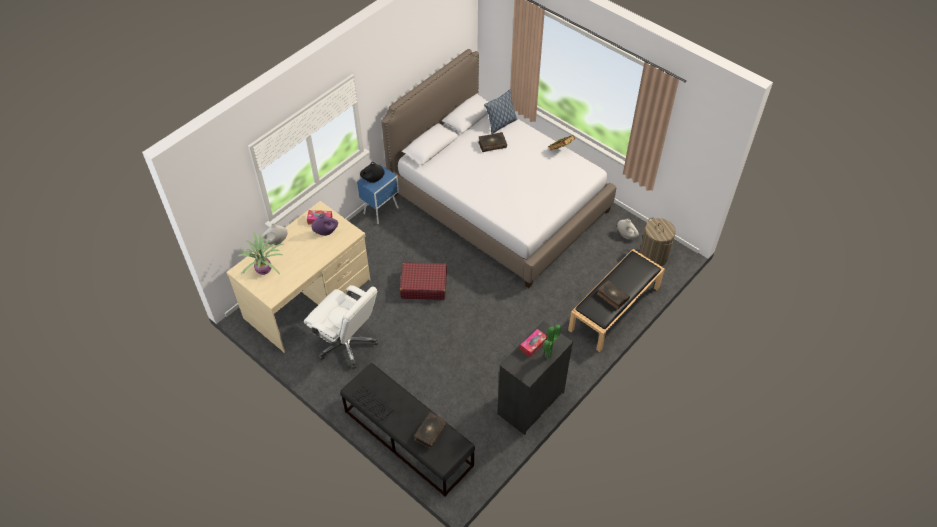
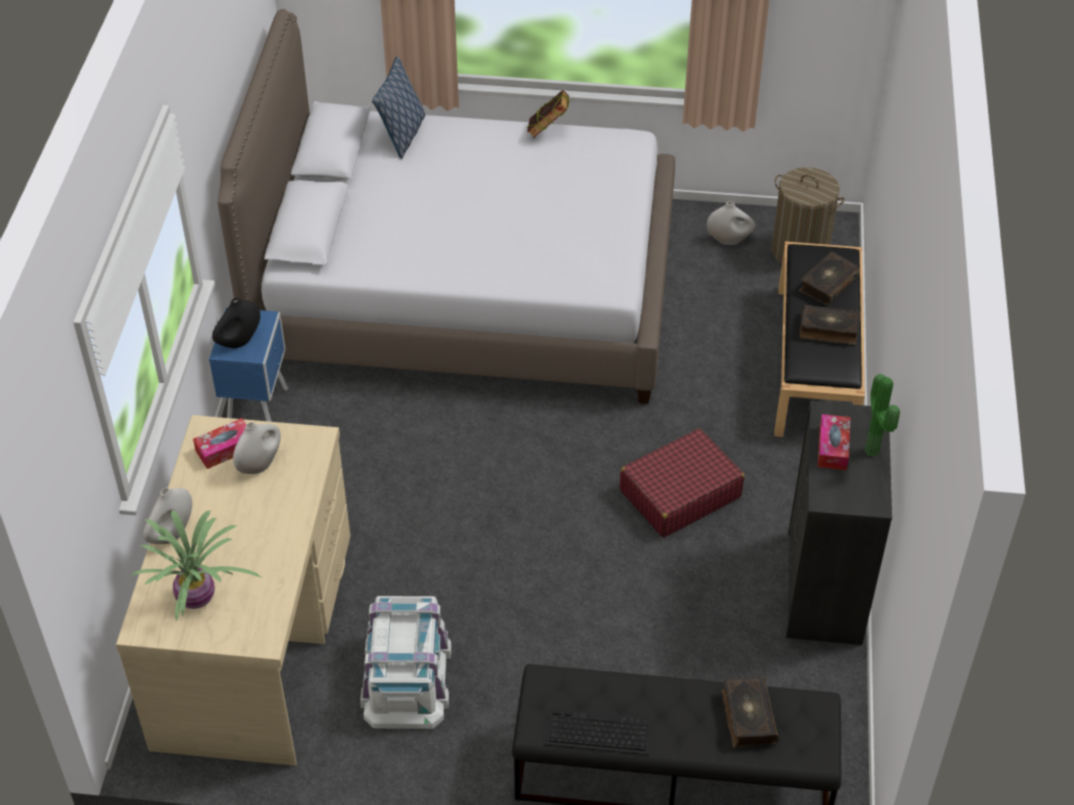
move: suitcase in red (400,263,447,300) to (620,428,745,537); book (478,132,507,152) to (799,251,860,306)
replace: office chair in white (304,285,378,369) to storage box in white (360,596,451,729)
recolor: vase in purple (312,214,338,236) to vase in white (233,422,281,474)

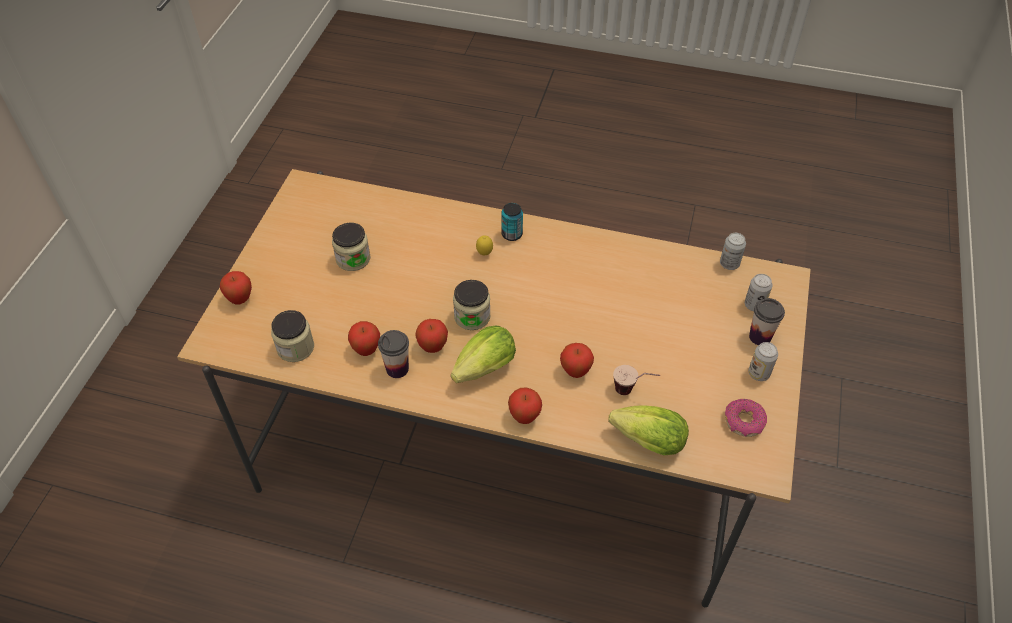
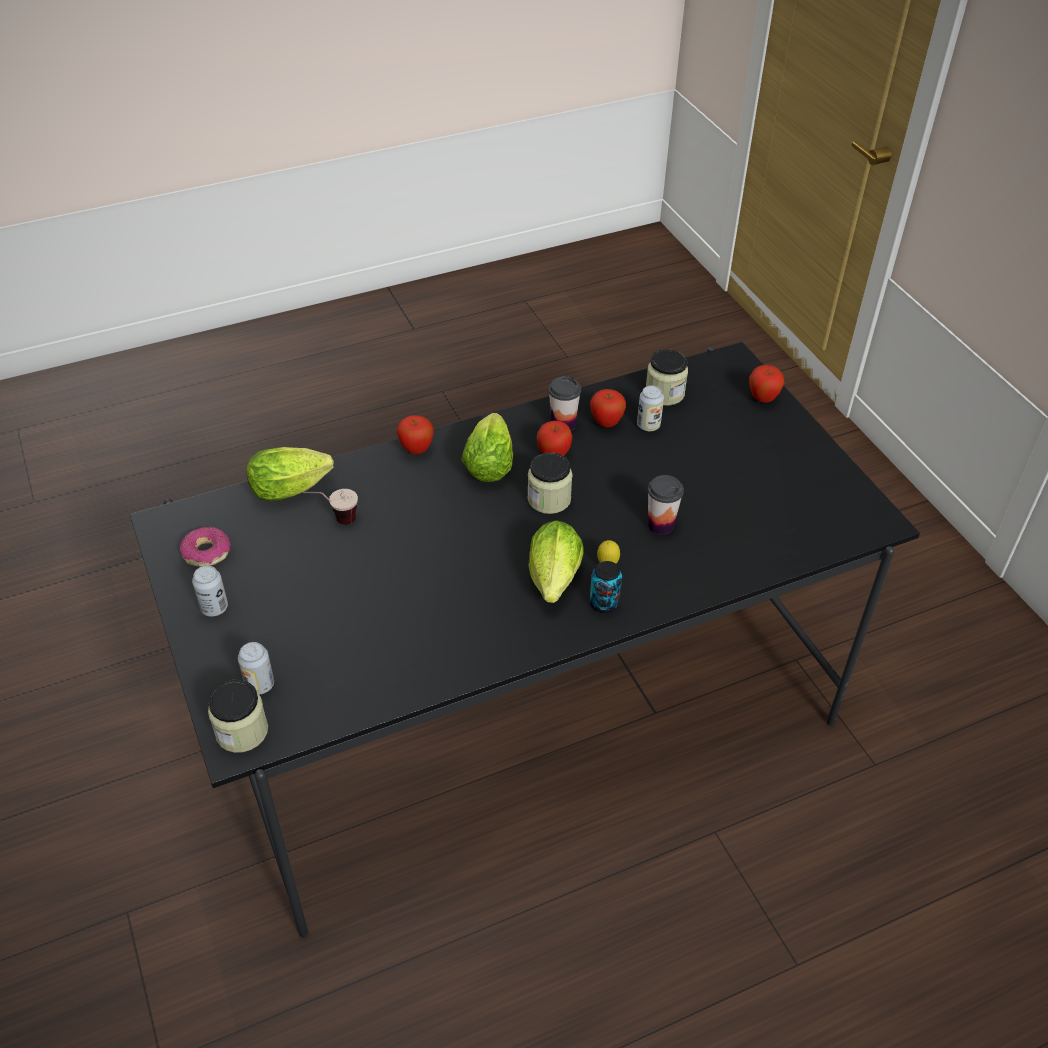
delete: apple (560,343,594,378)
insert: lettuce (529,520,584,603)
move: jar (332,223,370,271) to (208,680,268,753); can (720,233,746,270) to (637,386,664,431); cup (749,298,785,345) to (648,475,684,535)
recolor: dining table in beige (177,169,811,608) to dining table in black (130,342,920,938)

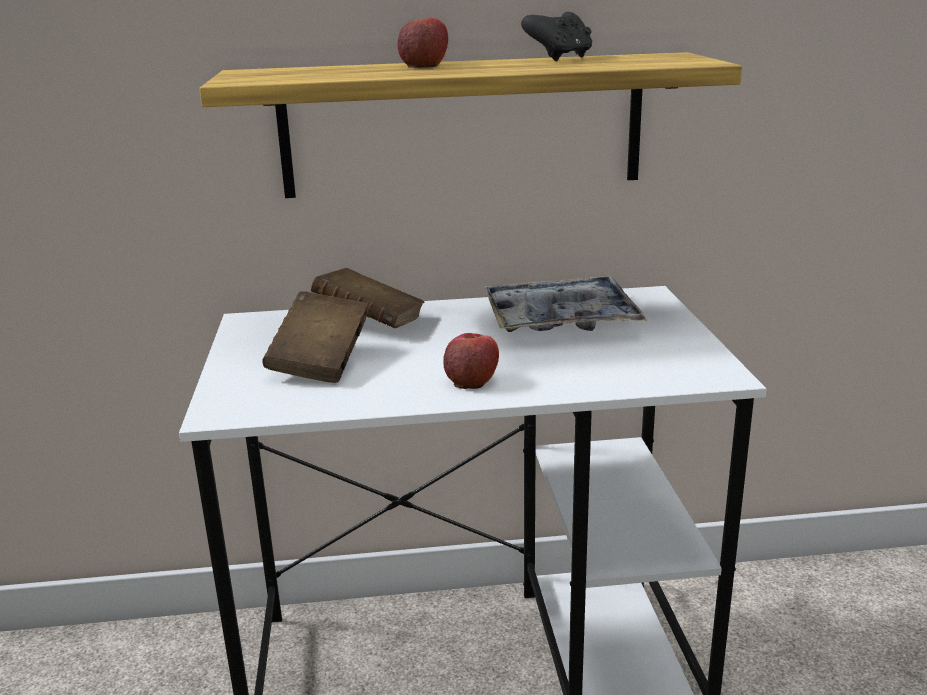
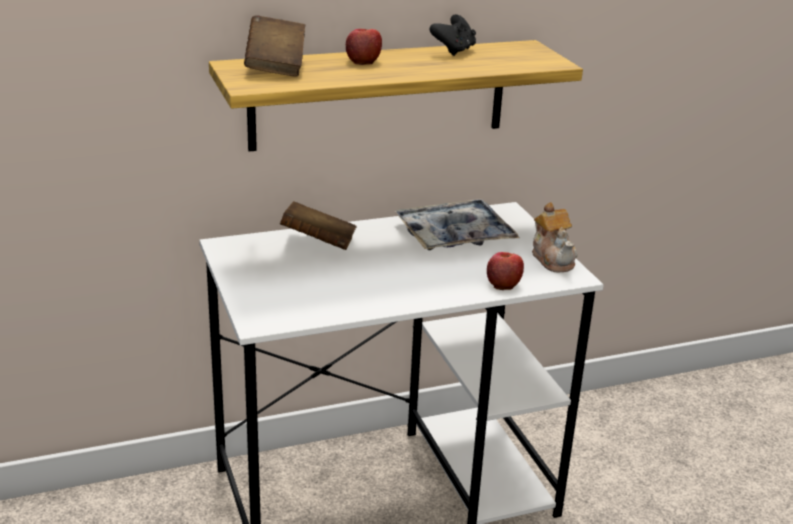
insert: teapot (532,202,577,272)
move: book in brown (262,291,368,383) to (244,15,305,77); apple (443,333,499,389) to (487,252,524,290)

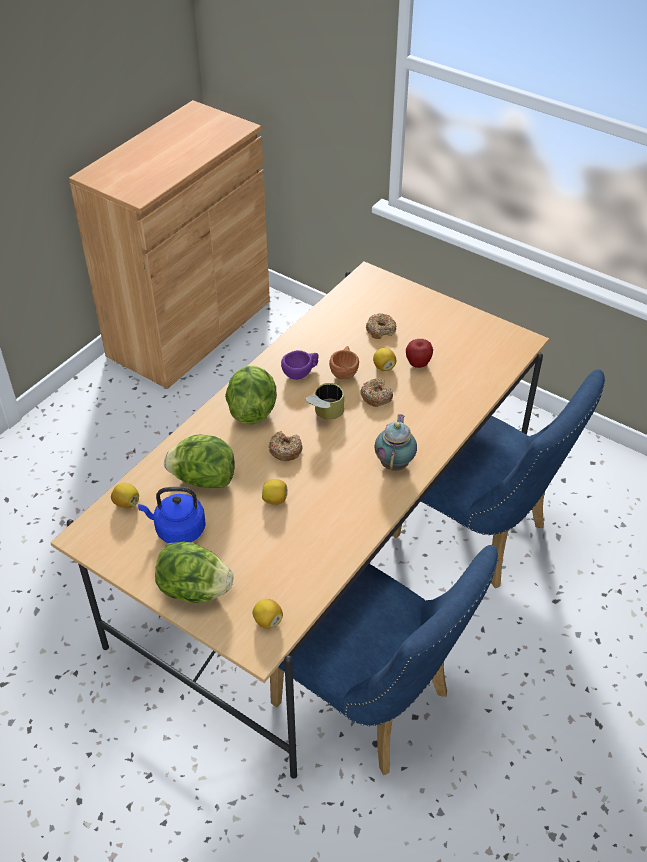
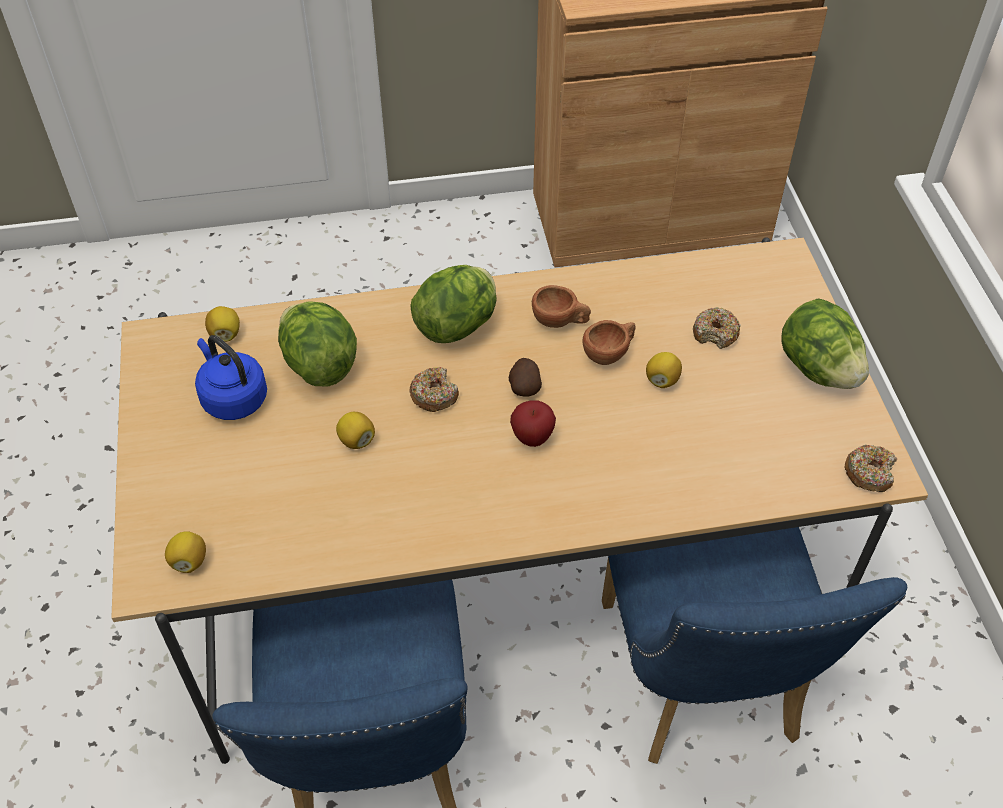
delete: teapot (375,414,417,471)
move: apple (406,339,433,368) to (510,400,556,447); lettuce (155,542,234,603) to (781,298,869,389); donut (361,378,393,407) to (844,444,897,492)
replace: can (306,383,345,419) to potato (509,358,542,396)
recolor: cup in purple (281,350,319,380) to cup in brown (532,285,591,328)

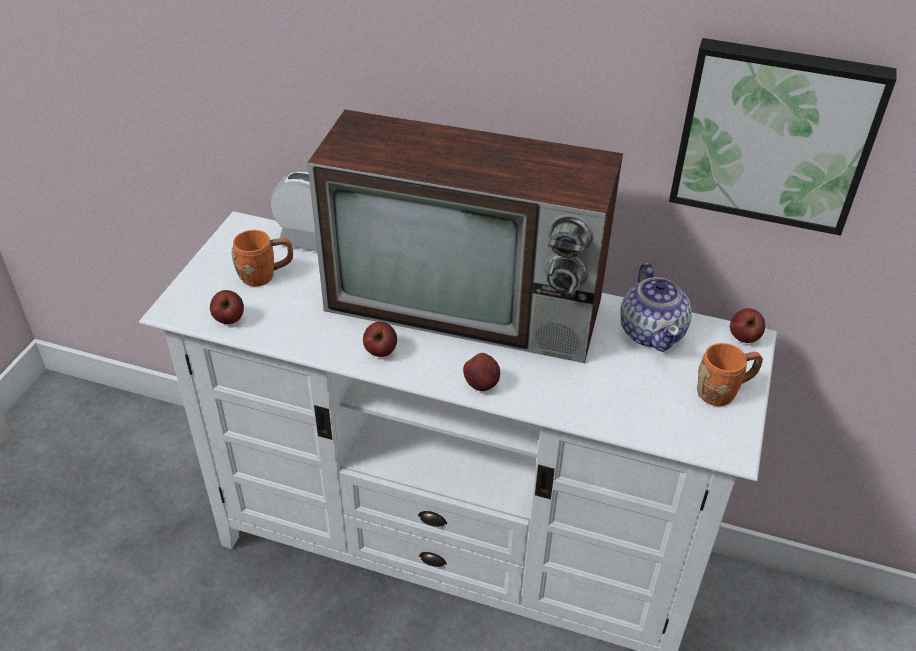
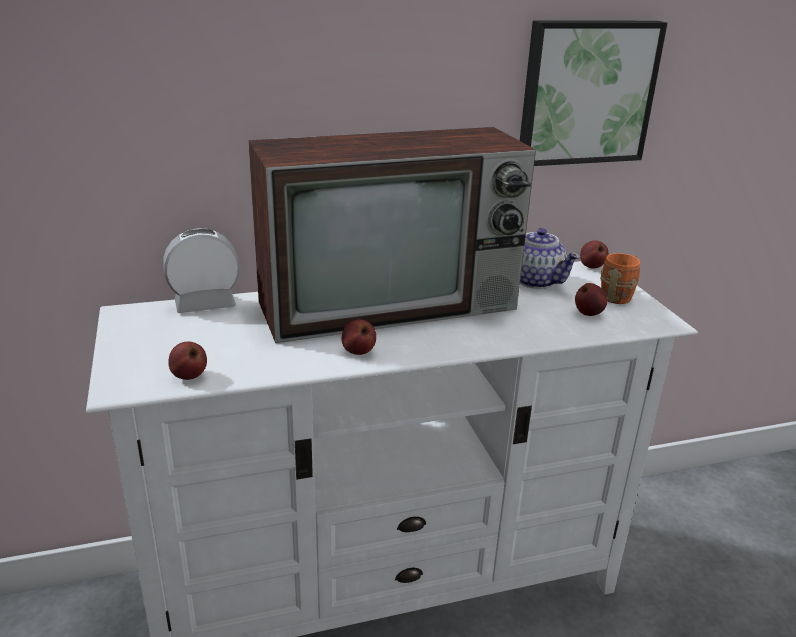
delete: mug in orange (231,230,293,287)
move: apple (463,353,500,391) to (575,283,608,316)

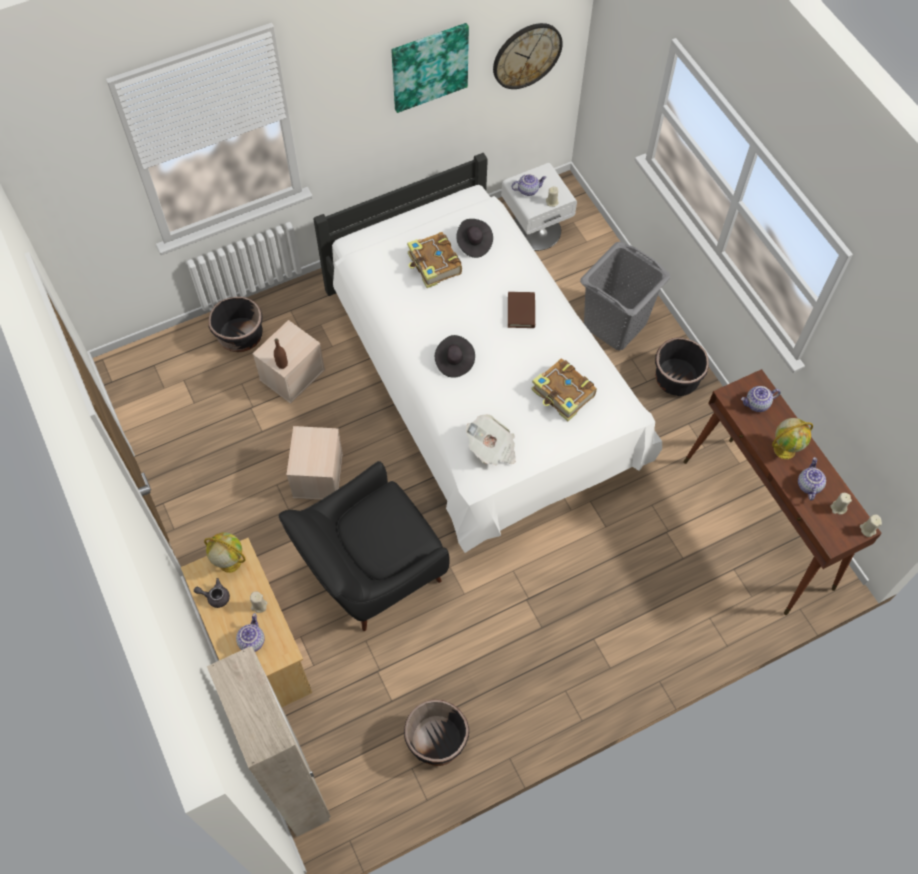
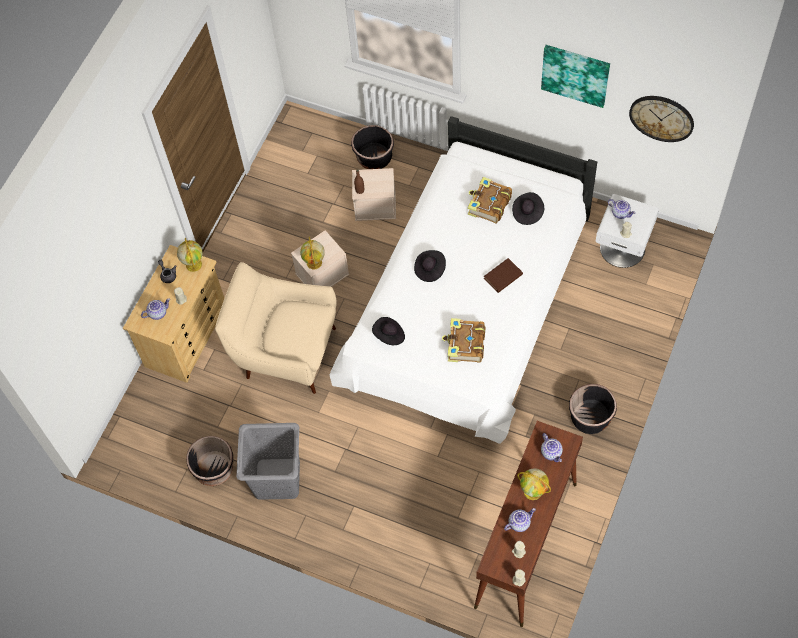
delete: wardrobe in beige (207,646,331,837)
insert: globe (300,237,325,269)
move: laundry basket in grey (580,242,671,351) to (236,423,300,500)
replace: newspaper (466,414,516,465) to hat in black (372,317,405,345)
recolor: armchair in black (279,461,450,631) to armchair in beige (215,262,337,394)
rotate: teapot (741,386,781,412) = (541,433,563,462) 150 degrees counterclockwise

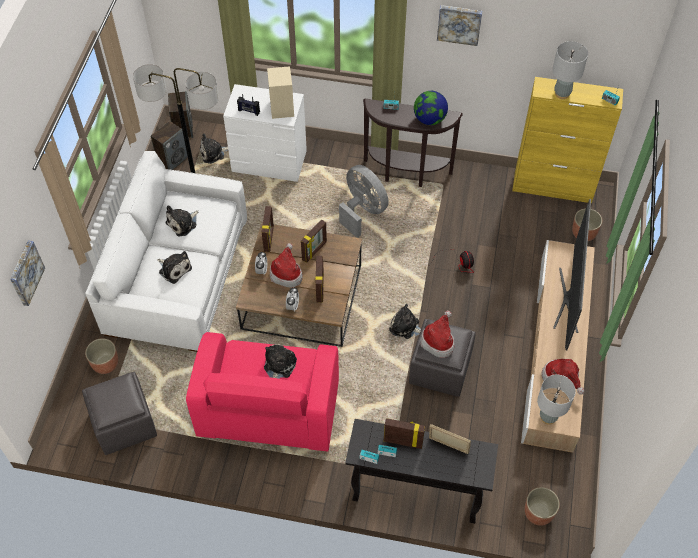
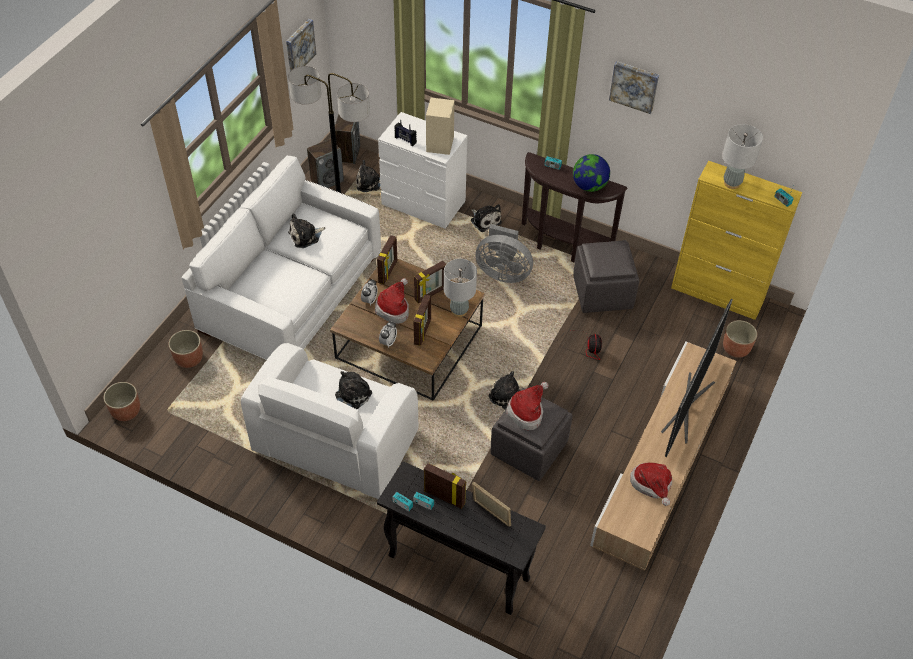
move: planter (525,487,560,526) to (104,382,140,421); picture (10,240,45,306) to (286,19,316,71); table lamp in grey (537,375,576,425) to (444,259,477,317); plush toy (157,251,192,284) to (471,204,502,232); ottoman in grey (82,372,157,455) to (573,240,639,313)
recolor: armchair in pink (186,332,339,451) to armchair in white (241,343,419,499)
rotate: fan in grey (339,165,388,238) = (476,224,533,283) 135 degrees clockwise

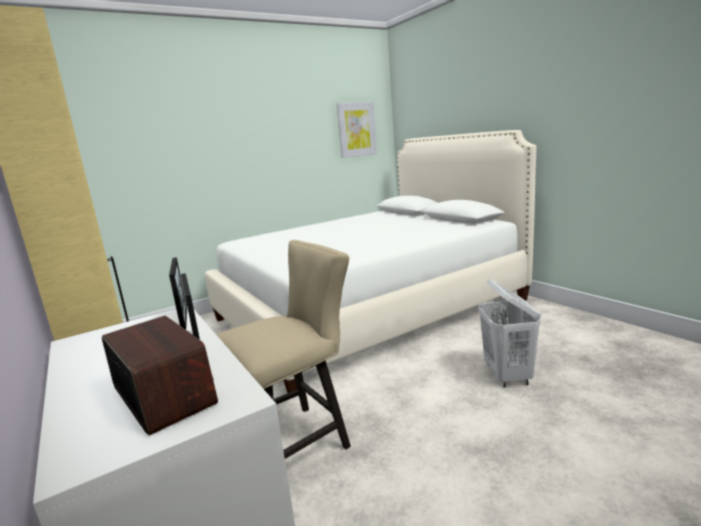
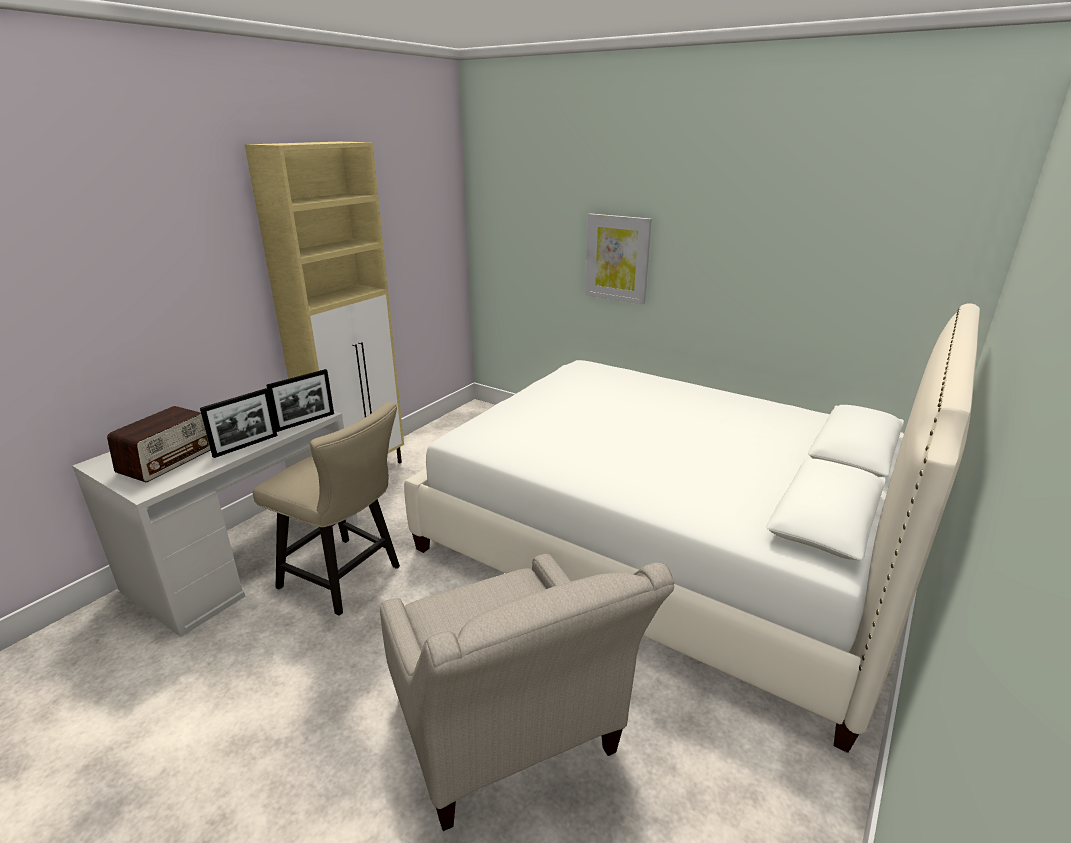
move: picture (337,102,377,158) to (585,213,652,304)
replace: laundry basket in white (478,279,541,388) to armchair in beige (380,554,674,831)

